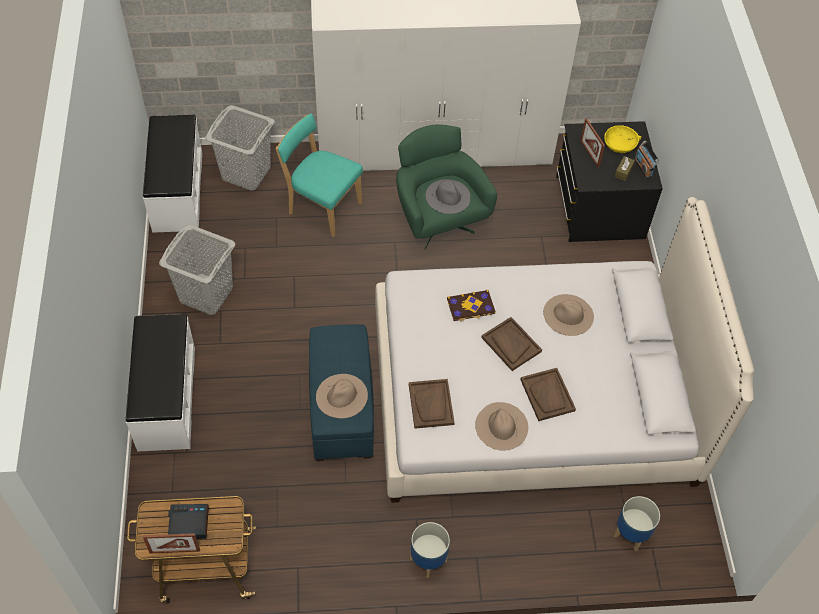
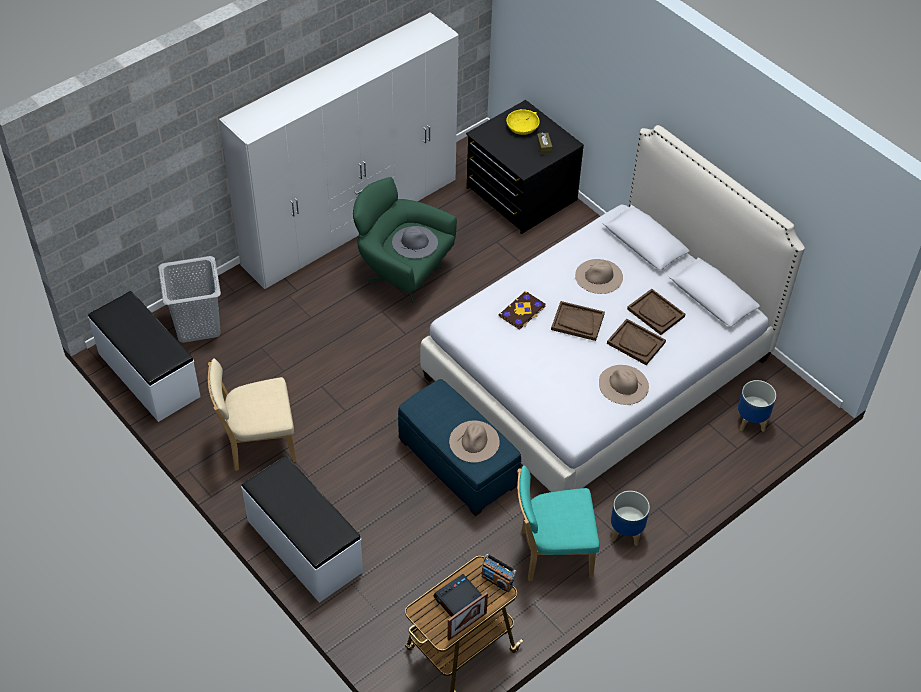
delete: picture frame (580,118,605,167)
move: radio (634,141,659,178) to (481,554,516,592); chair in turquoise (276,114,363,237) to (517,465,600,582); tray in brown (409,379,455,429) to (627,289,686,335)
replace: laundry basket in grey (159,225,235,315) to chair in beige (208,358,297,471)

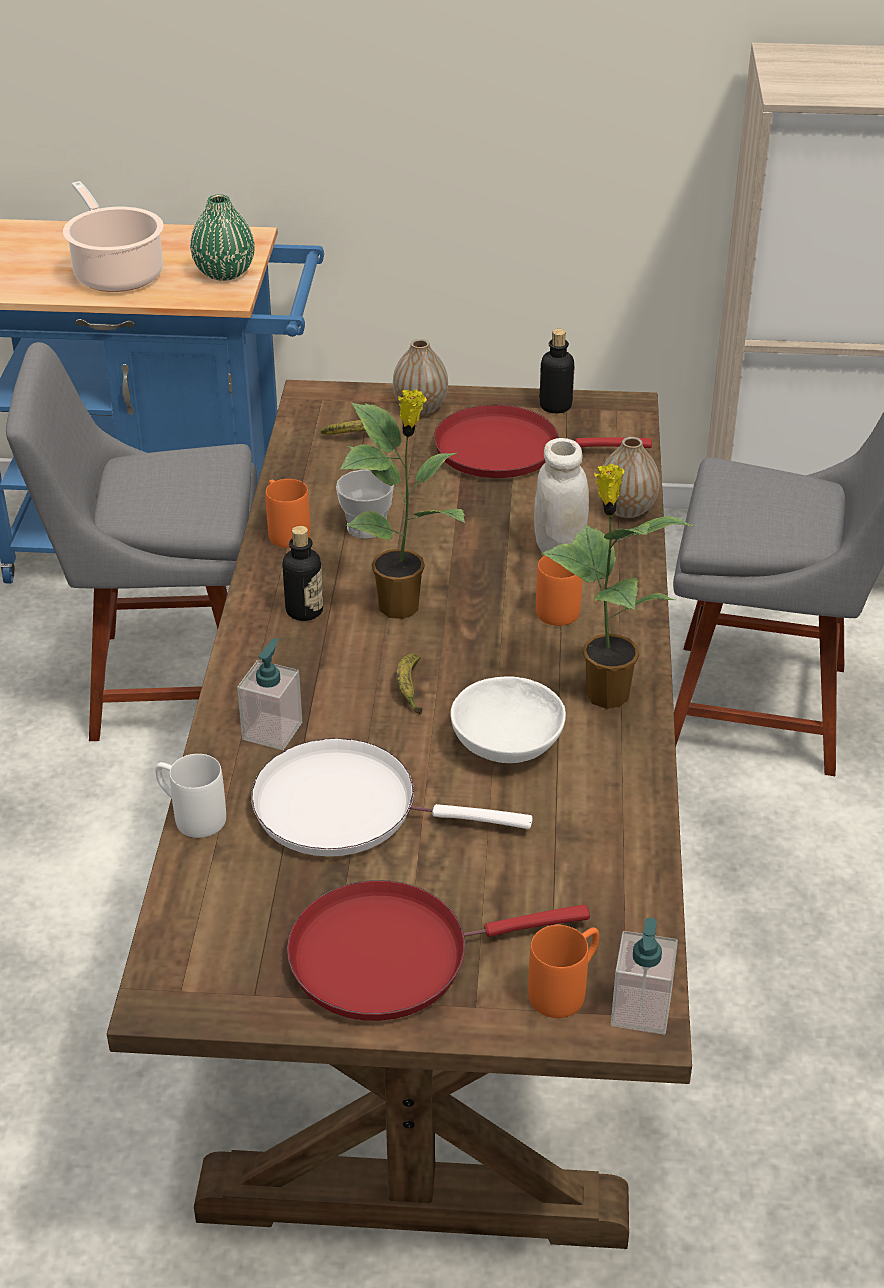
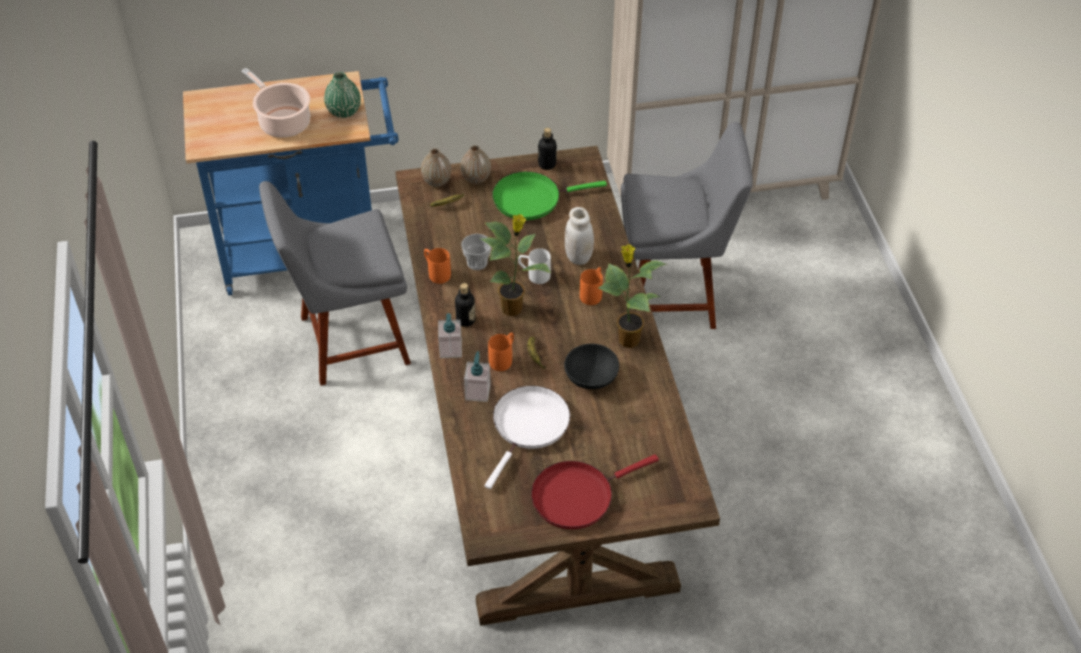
move: vase (601,437,660,518) to (421,148,451,187); soap dispenser (611,917,678,1035) to (438,313,462,358); mug in orange (528,925,599,1018) to (488,332,514,371); mug in white (155,754,226,838) to (518,248,551,284)
recolor: frying pan in red (434,405,652,478) to frying pan in green (492,172,607,220); bowl in white (450,676,566,763) to bowl in black (564,344,619,389)
rotate: frying pan in white (251,738,532,856) = (485,386,570,489) 120 degrees clockwise

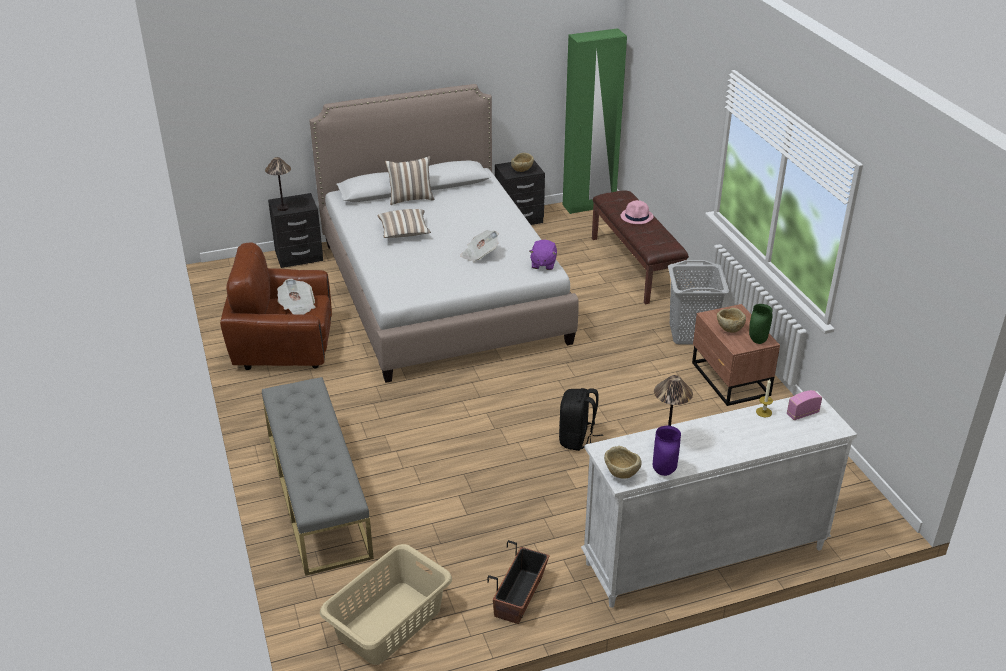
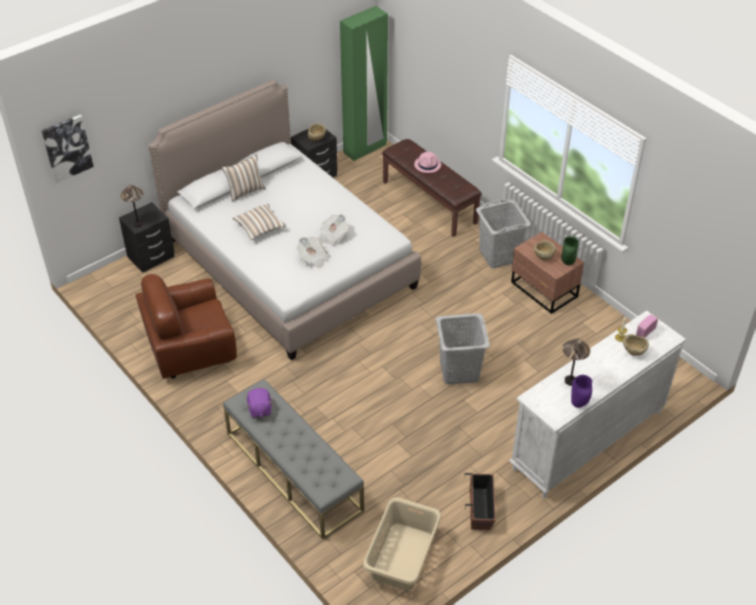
insert: picture (42,115,94,183)
move: plush toy in purple (529,240,557,270) to (247,388,273,418); newspaper (277,279,315,315) to (296,237,329,269); bowl in beige (604,446,642,478) to (623,334,649,356)
replace: backpack in black (559,388,603,451) to laundry basket in grey (436,313,490,385)

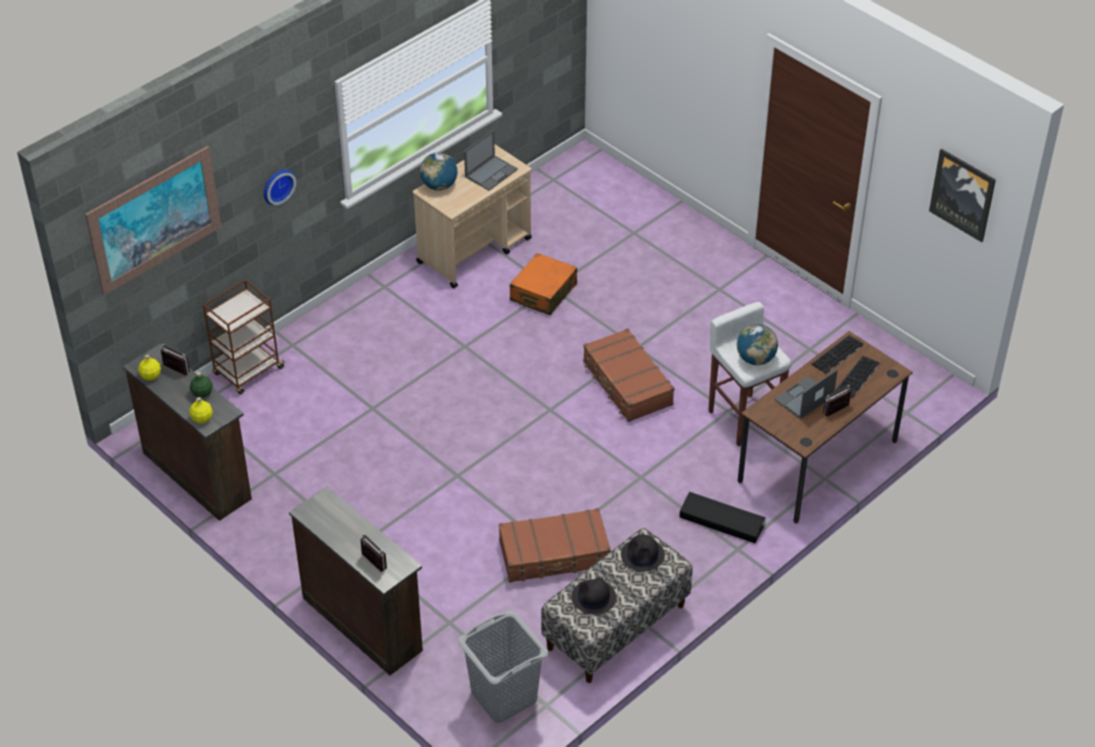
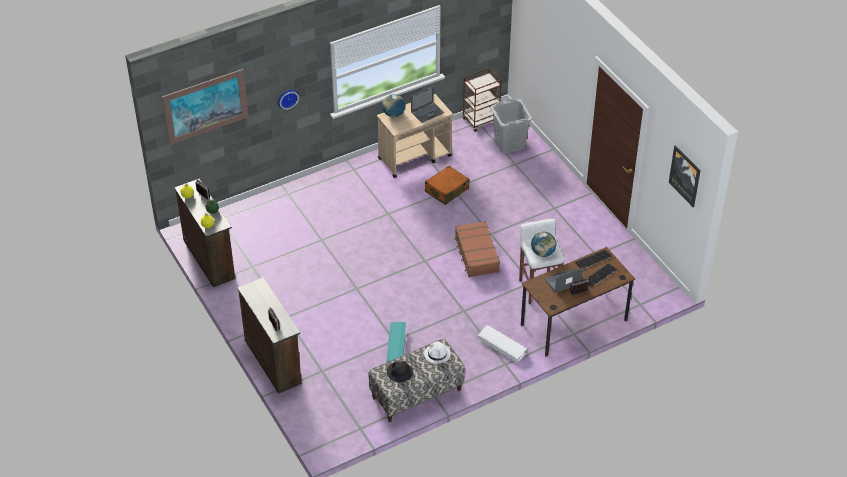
move: cart in brown (203,279,286,395) to (462,67,501,132); laundry basket in grey (458,610,549,723) to (490,99,533,154)
replace: suitcase in brown (499,508,611,582) to storage box in turquoise (387,322,406,362)
recolor: hat in black (621,535,665,572) to hat in white (424,342,451,364); storage box in black (679,492,766,544) to storage box in white (478,325,527,363)

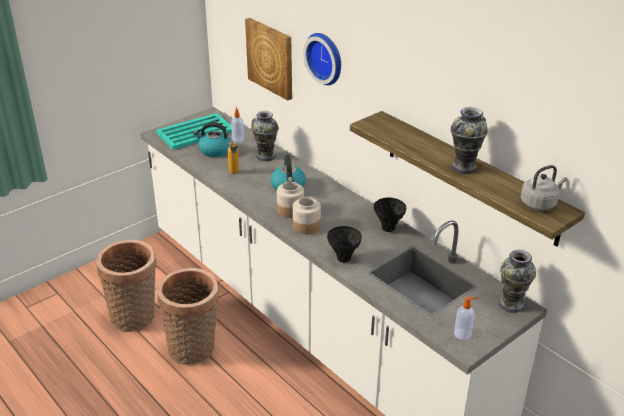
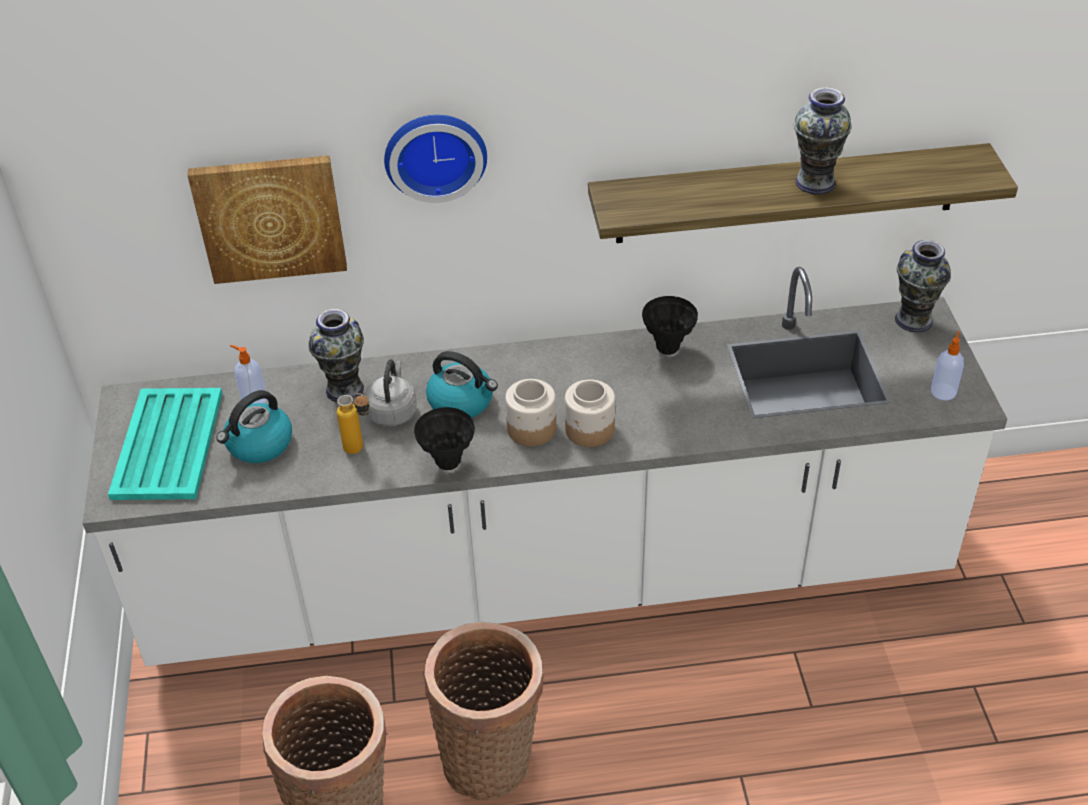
move: kettle in grey (521,165,567,210) to (364,359,417,426); vase in black (327,226,362,263) to (414,407,475,470)

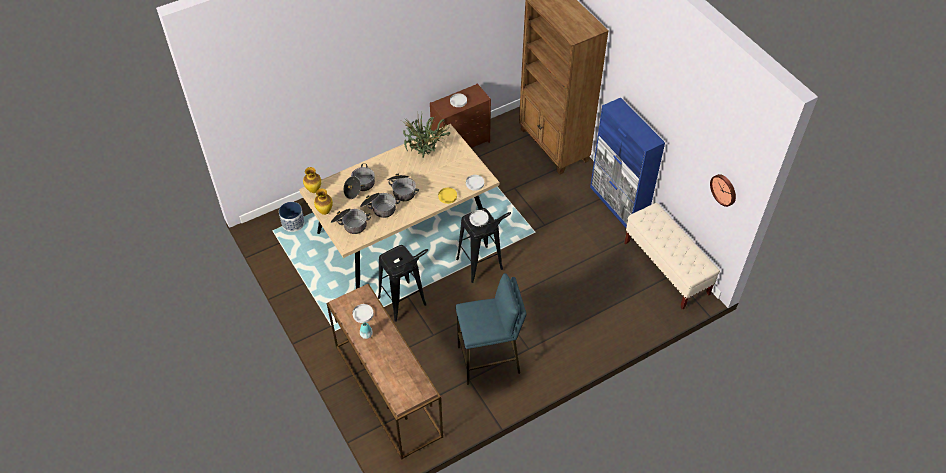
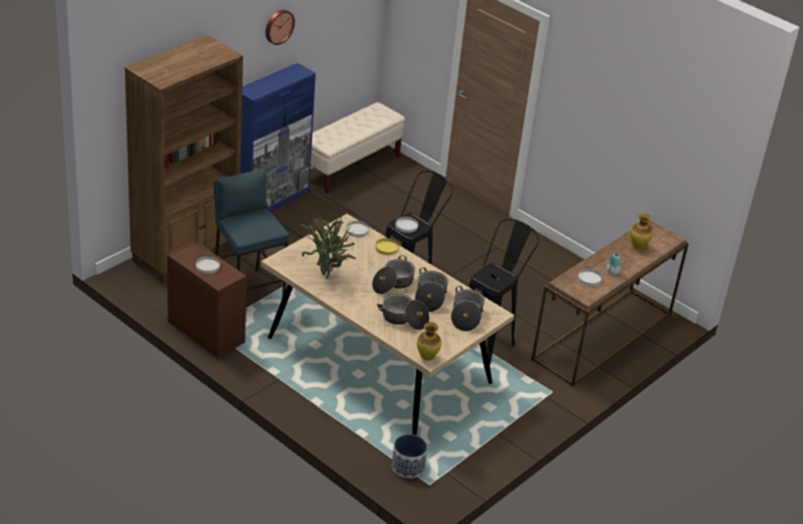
move: stool in blue (456,273,527,385) to (213,168,289,298); wall clock (710,174,736,207) to (266,10,295,45); vase (314,189,333,215) to (630,214,653,249)

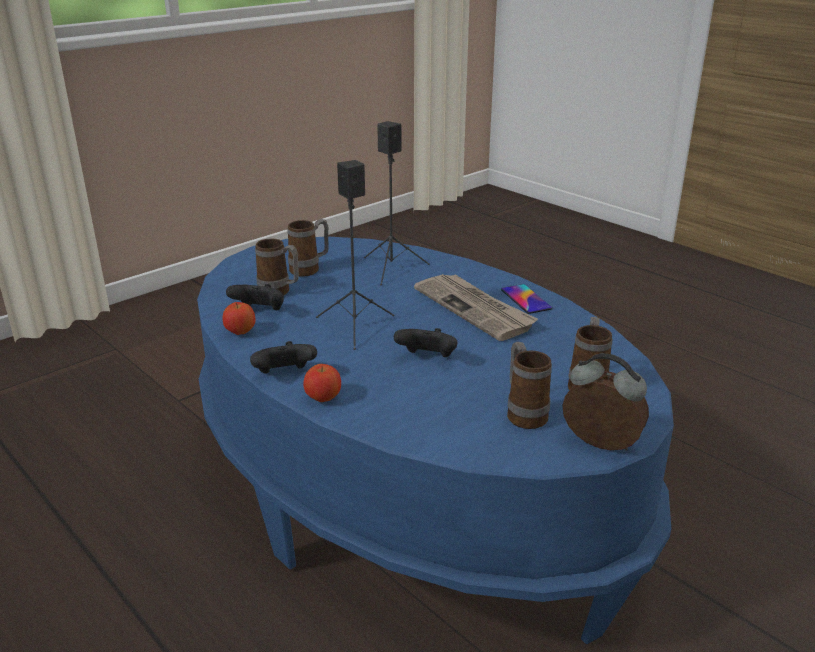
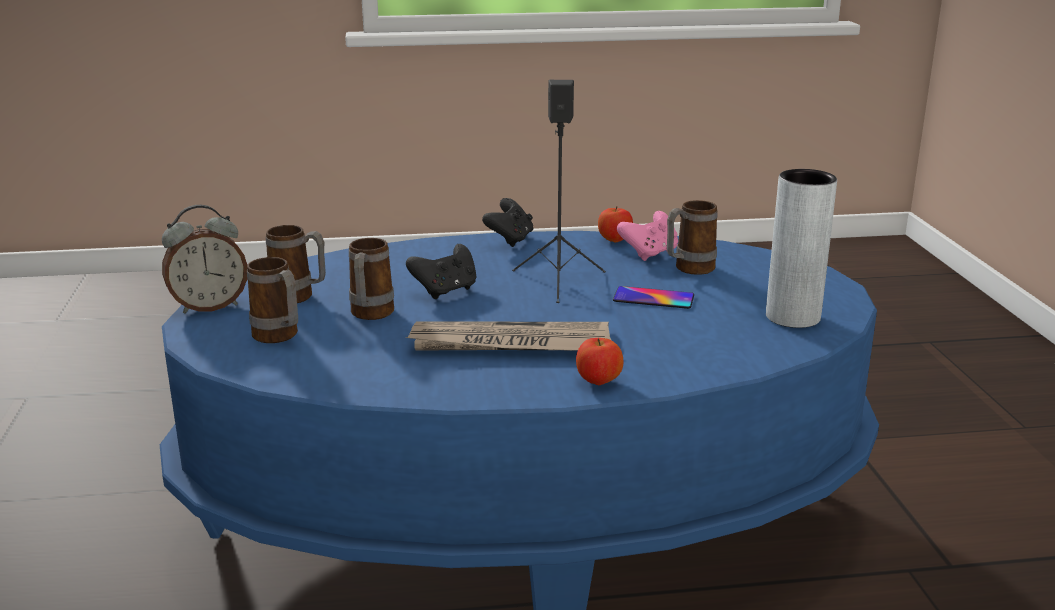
delete: speaker in black (364,121,430,285)
insert: vase in grey (766,169,837,328)
move: mug (288,219,329,277) to (349,238,394,320); apple (303,364,341,402) to (576,338,623,385); phone (501,284,552,314) to (613,286,694,309)
recolor: game controller in black (226,284,284,310) to game controller in pink (617,211,678,261)

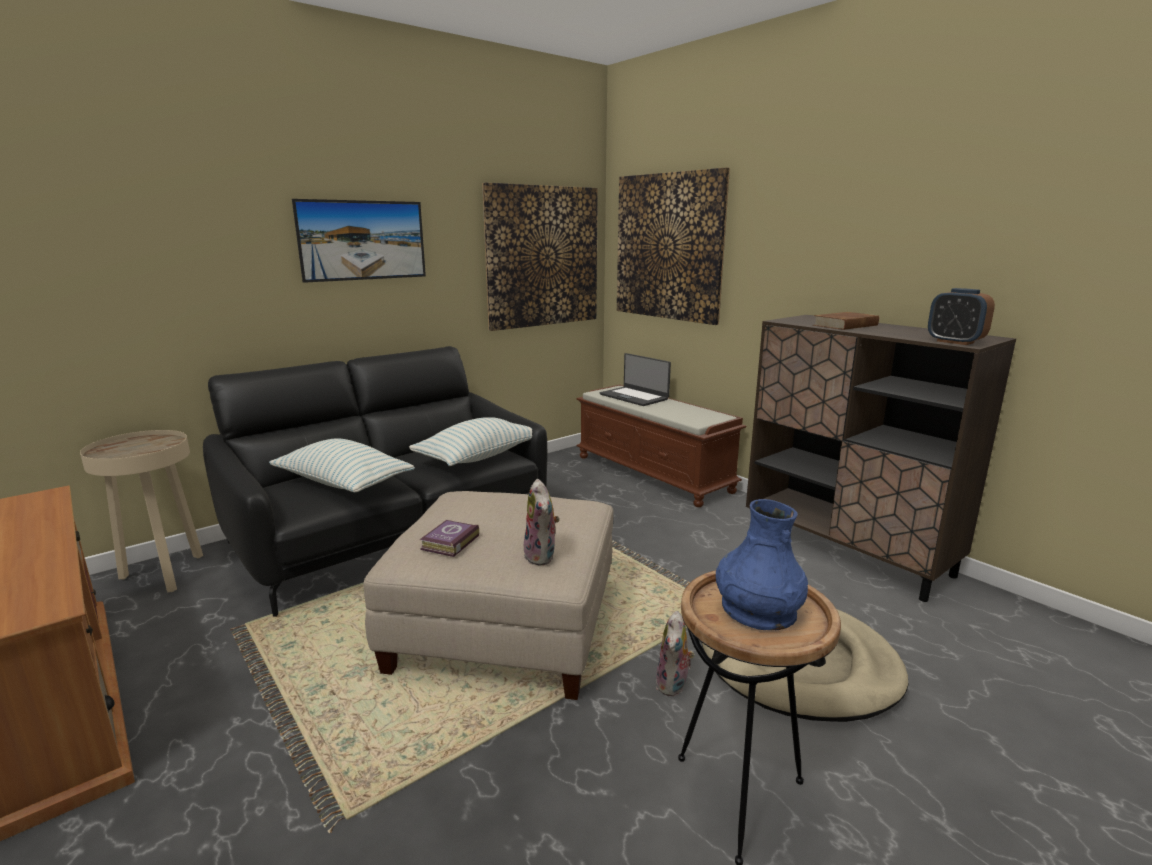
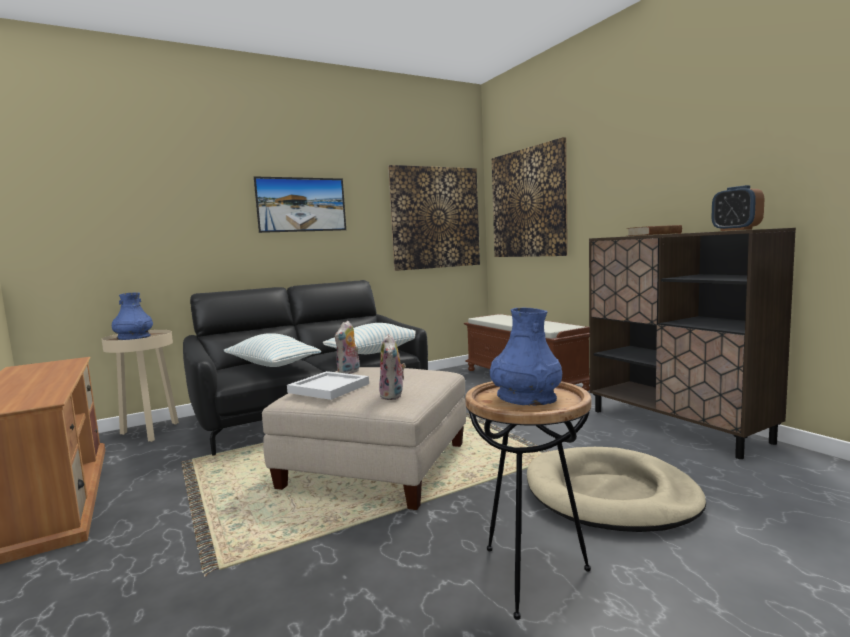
delete: laptop (600,353,671,406)
insert: vase in blue (112,292,153,340)
move: plush toy (656,611,695,697) to (335,321,360,374)
replace: book (420,520,479,557) to tray in white (287,371,369,400)

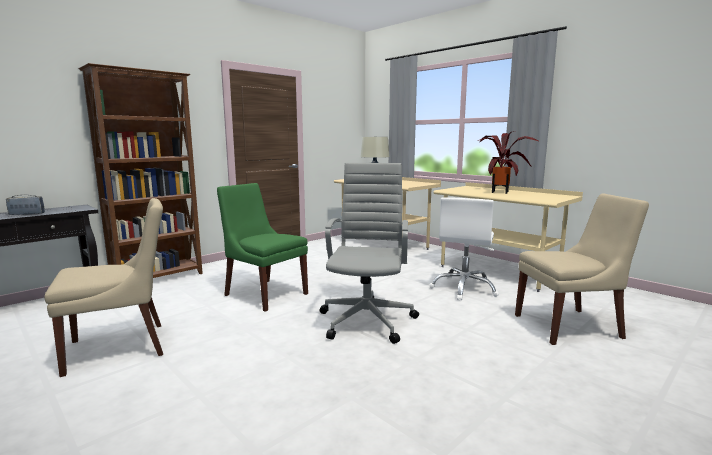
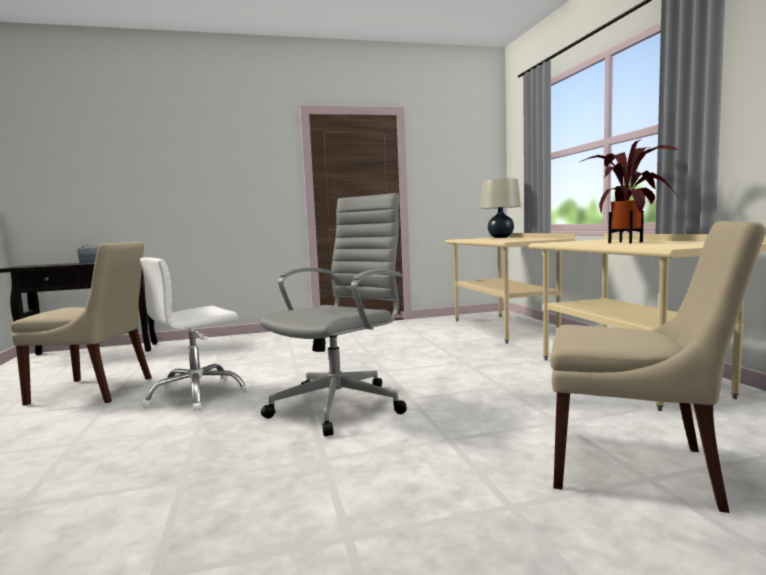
delete: bookcase in brown (78,63,203,278); chair in green (217,183,308,312)
move: office chair in white (429,197,499,300) to (140,257,250,411)

